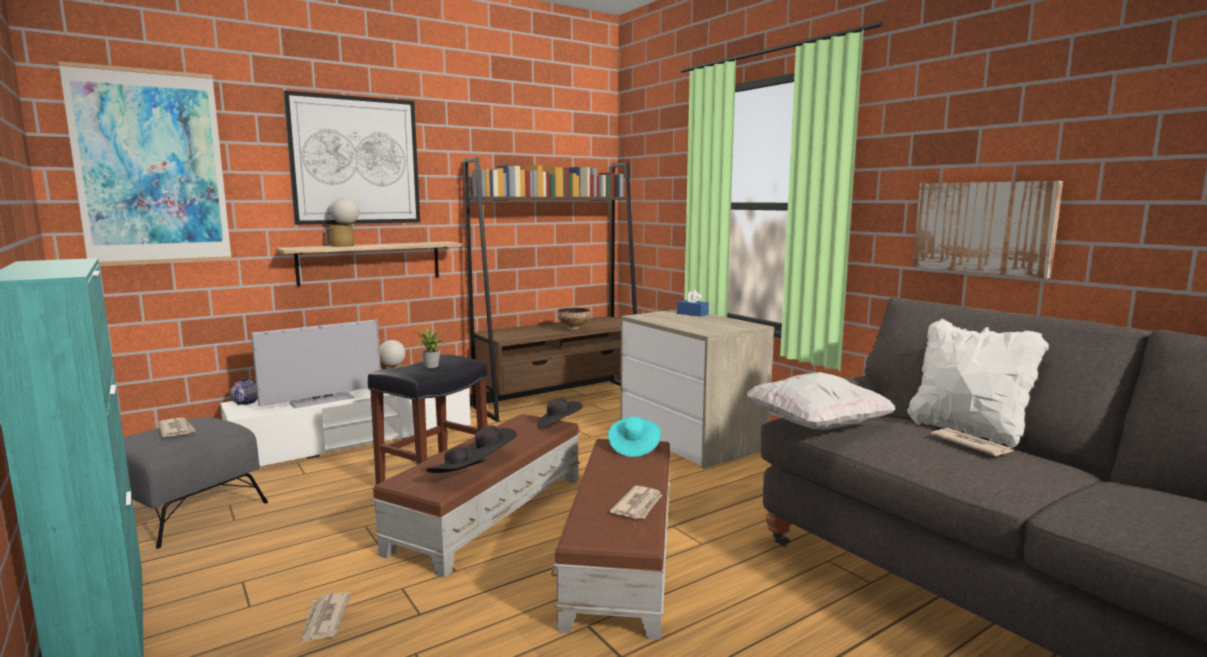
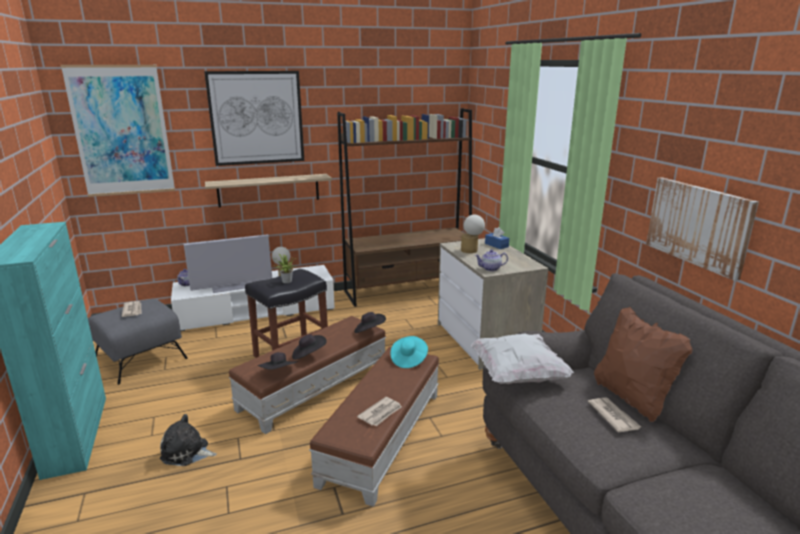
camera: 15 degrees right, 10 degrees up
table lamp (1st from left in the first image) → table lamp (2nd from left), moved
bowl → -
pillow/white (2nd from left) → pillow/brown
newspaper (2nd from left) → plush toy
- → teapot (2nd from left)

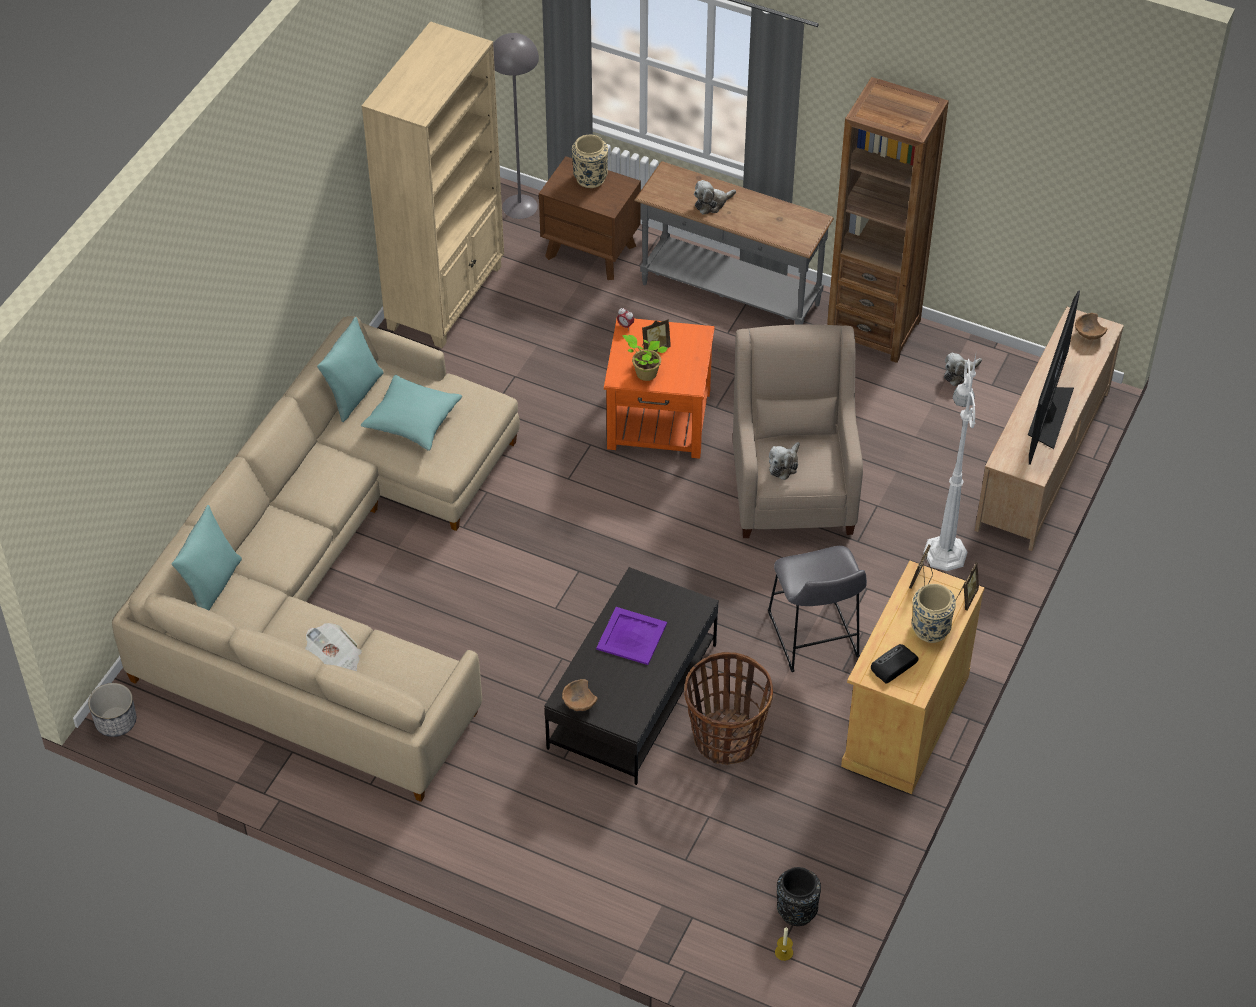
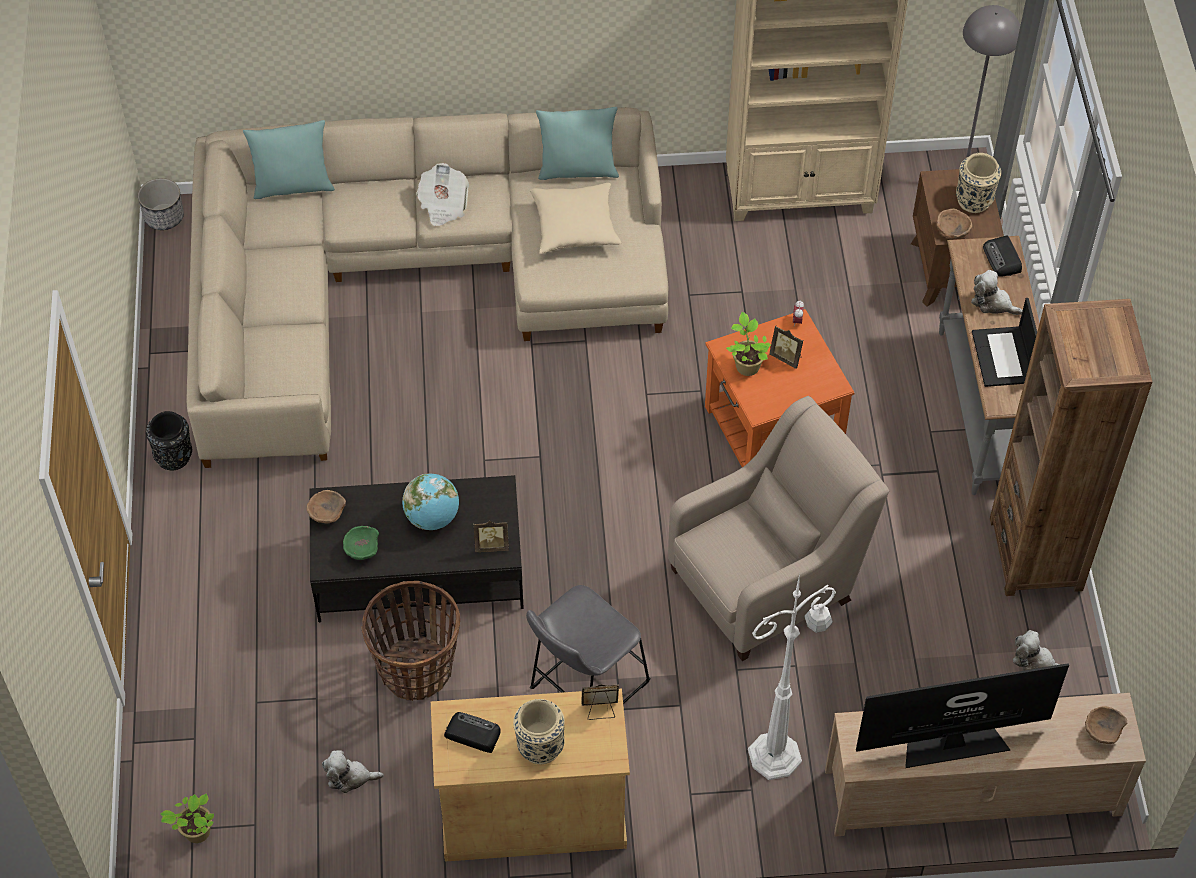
camera: 60 degrees right, 5 degrees up
pillow/turquoise (3rd from left) → pillow/beige
plush toy (2nd from left in the first image) → plush toy (1st from left), moved
picture frame (3rd from left in the first image) → picture frame (1st from left), moved
tray/purple → globe
newspaper, moved
vase/black, moved
candle → potted plant (1st from left)
- → bowl/brown (2nd from left)
- → radio (2nd from left)
- → laptop
- → bowl/green

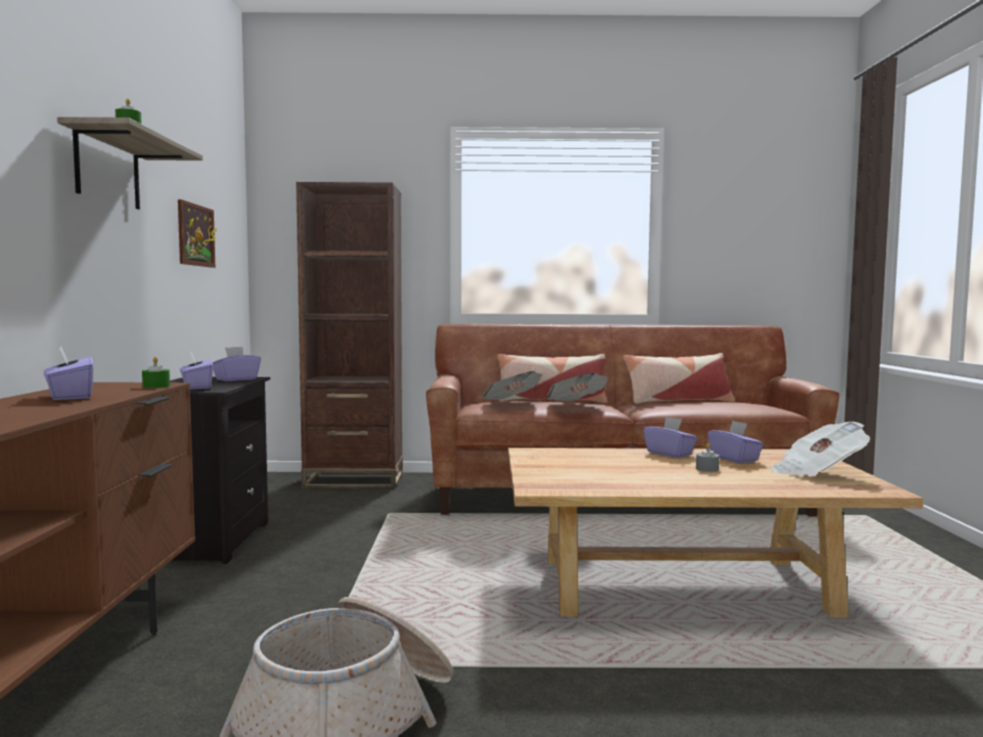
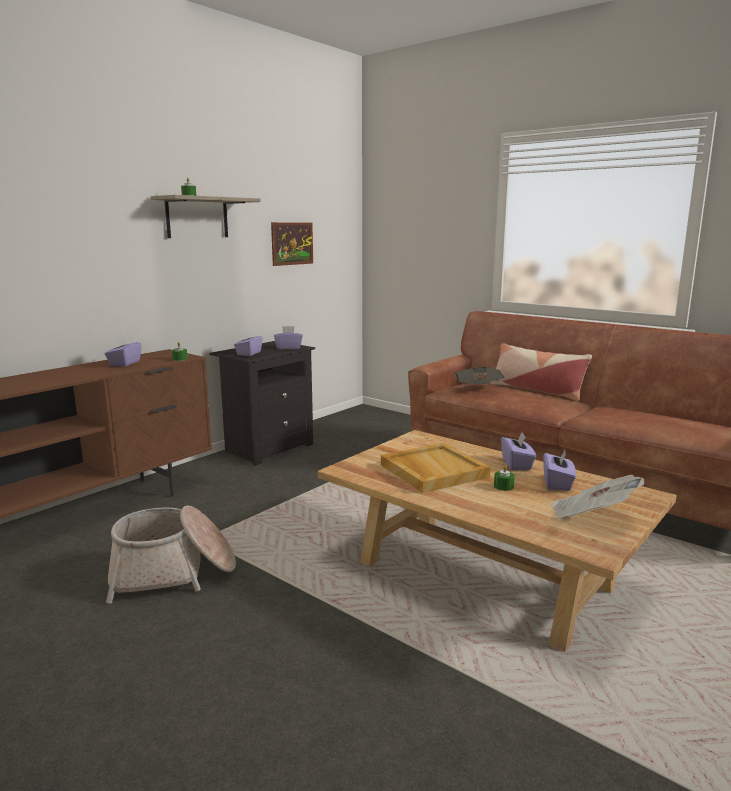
camera: 40 degrees right, 10 degrees up
bookcase/brown → -
pillow (2nd from left) → -
newspaper (2nd from left) → -
candle/grey → candle/green (3rd from left)
- → tray/beige

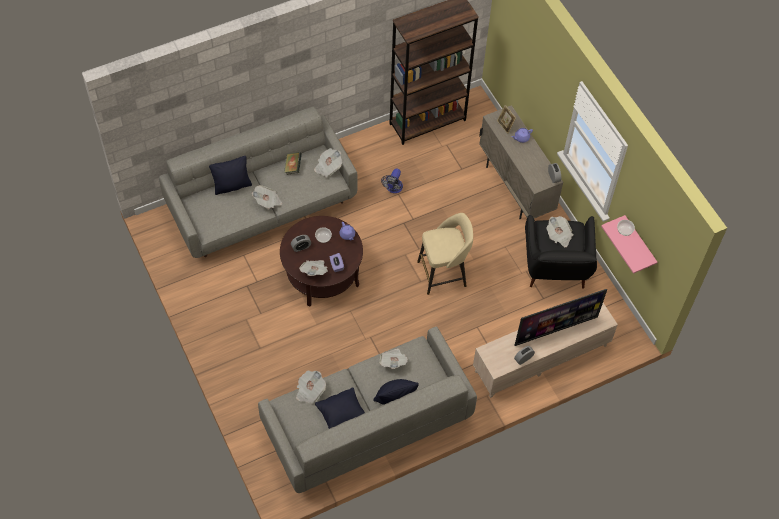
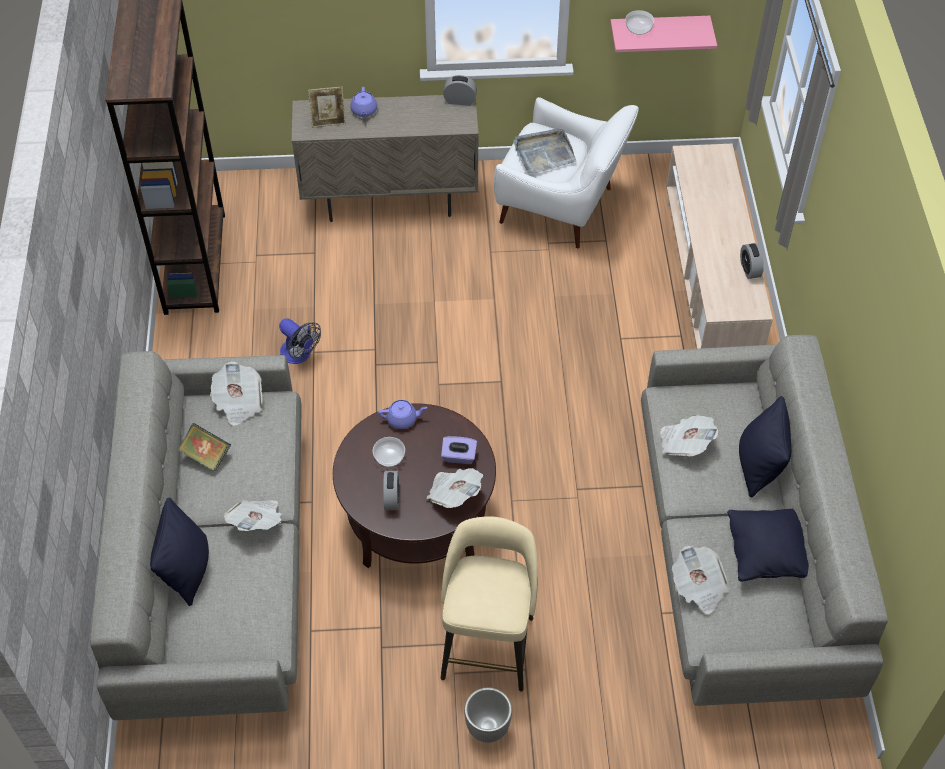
camera: 65 degrees left, 5 degrees down
stool/beige, moved
armchair/black → armchair/white
newspaper (6th from left) → tray/grey
television → -
- → planter

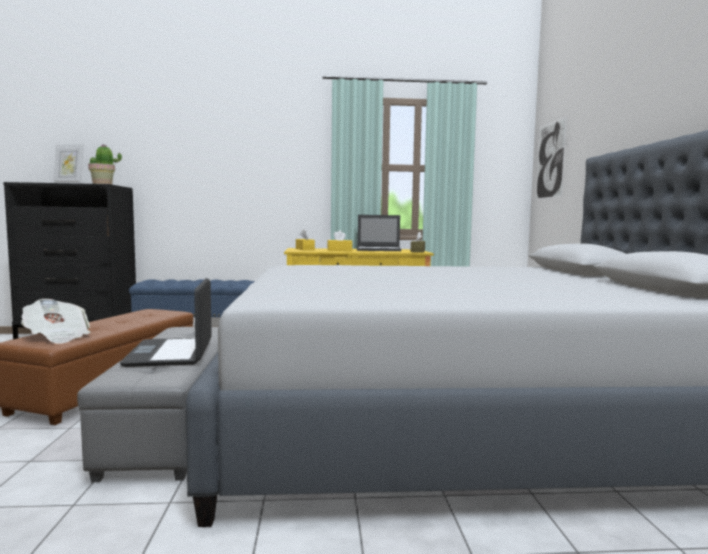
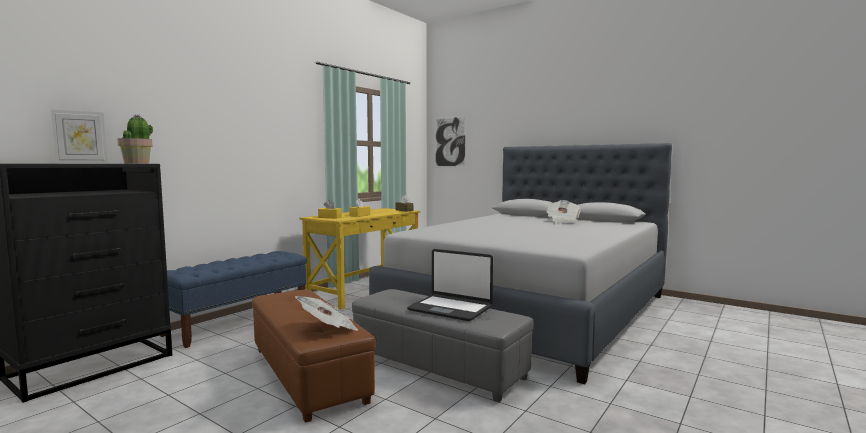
camera: 50 degrees left, 0 degrees up
laptop (2nd from left) → -
- → newspaper (2nd from left)

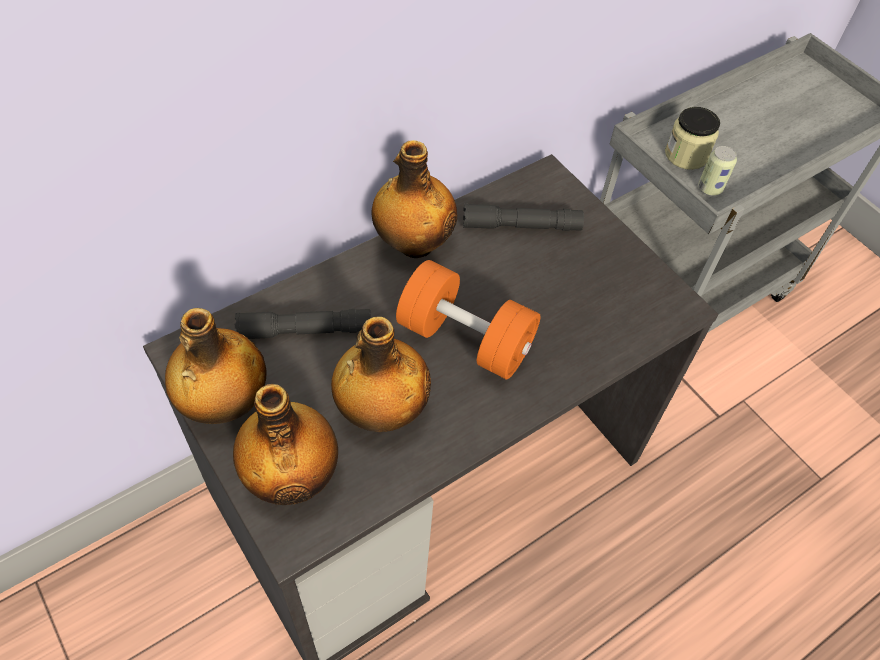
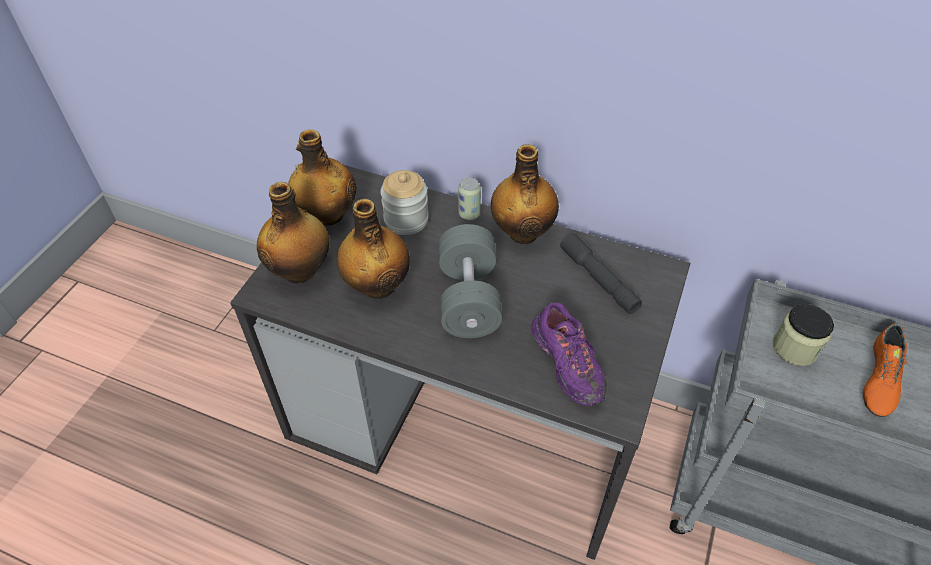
camera: 60 degrees right, 5 degrees down
can, moved
dumbbell/orange → dumbbell/grey
flashlight/grey (1st from left) → jar (1st from left)
- → shoe/purple
- → shoe/orange

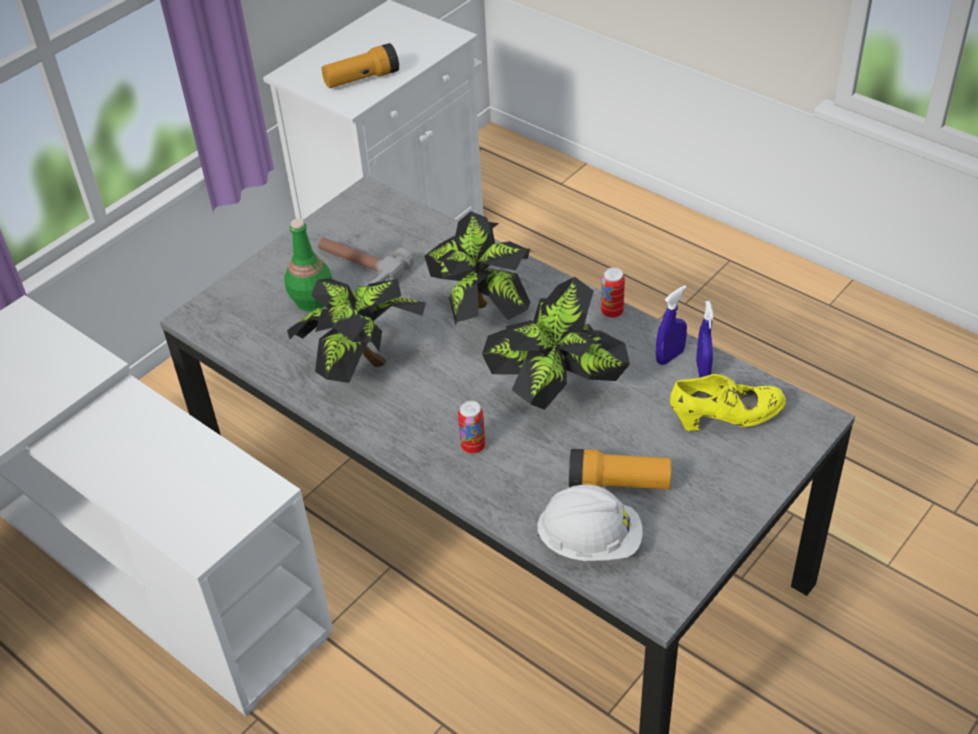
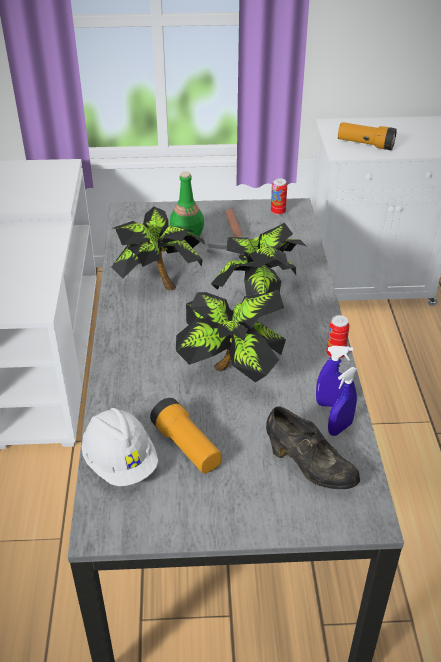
camera: 45 degrees right, 5 degrees down
shoe/yellow → shoe/black
can (1st from left), moved

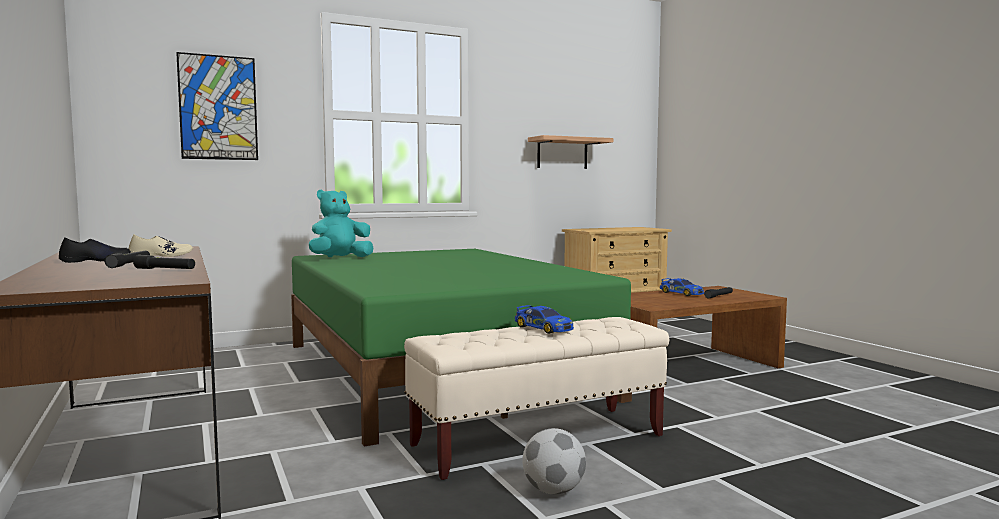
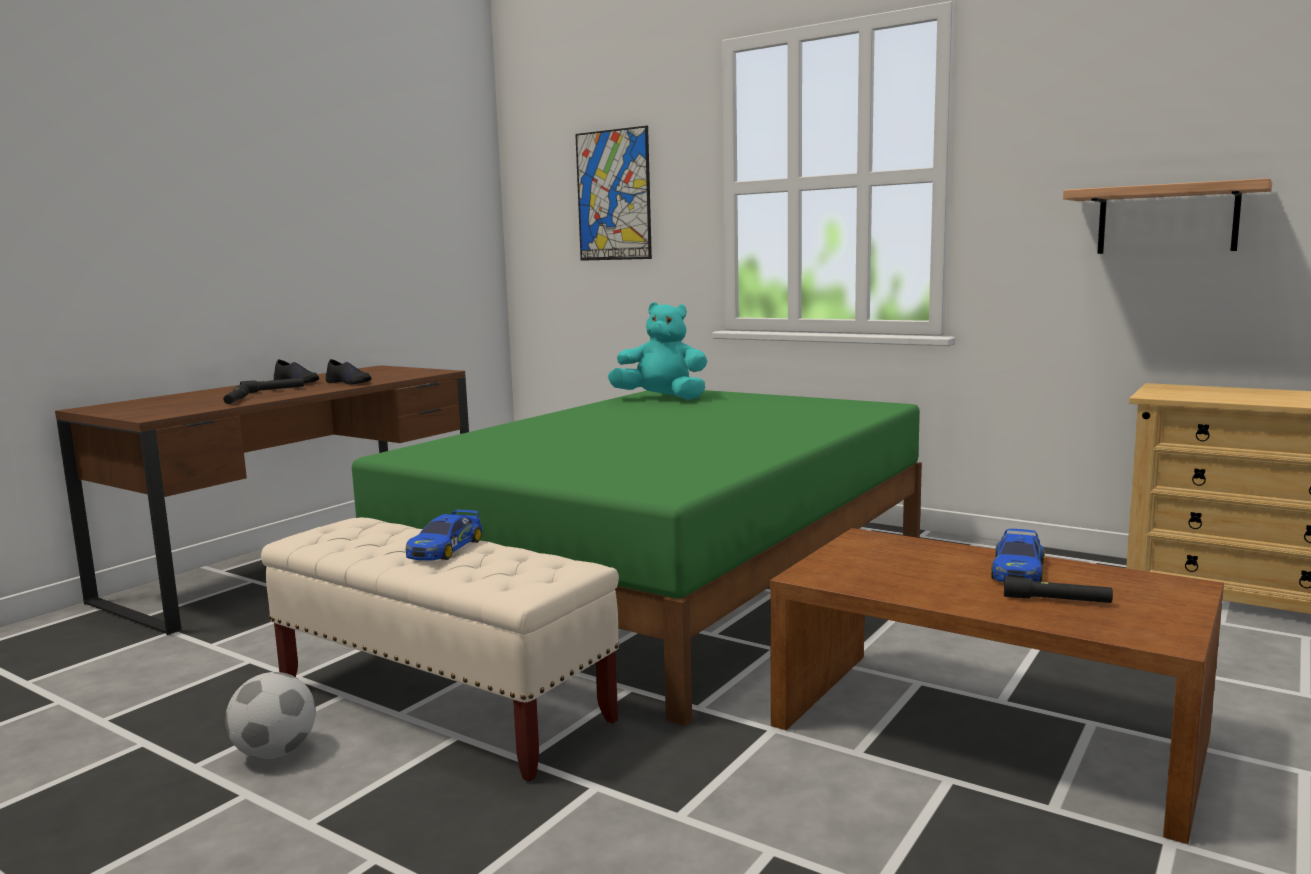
camera: 60 degrees right, 5 degrees up
shoe/beige → shoe/black (2nd from left)

